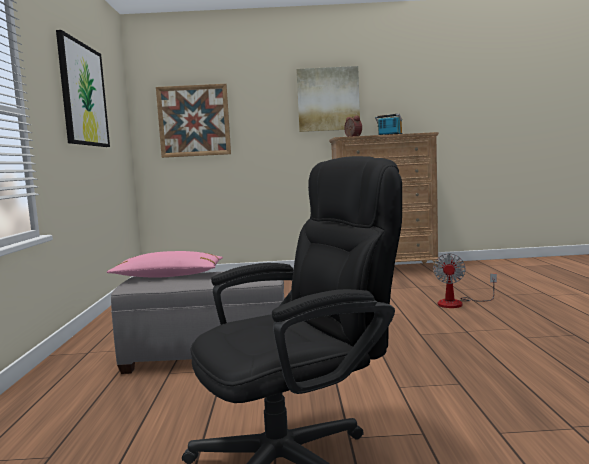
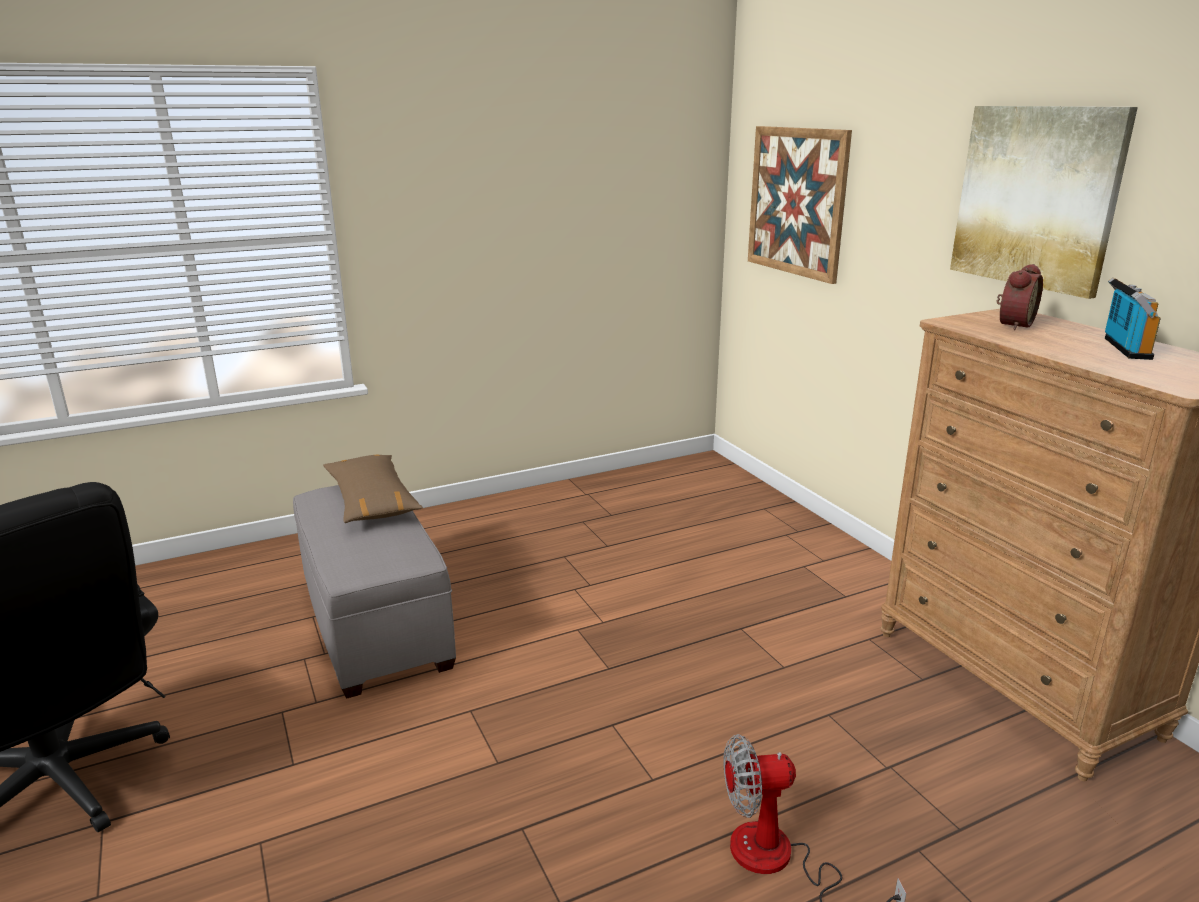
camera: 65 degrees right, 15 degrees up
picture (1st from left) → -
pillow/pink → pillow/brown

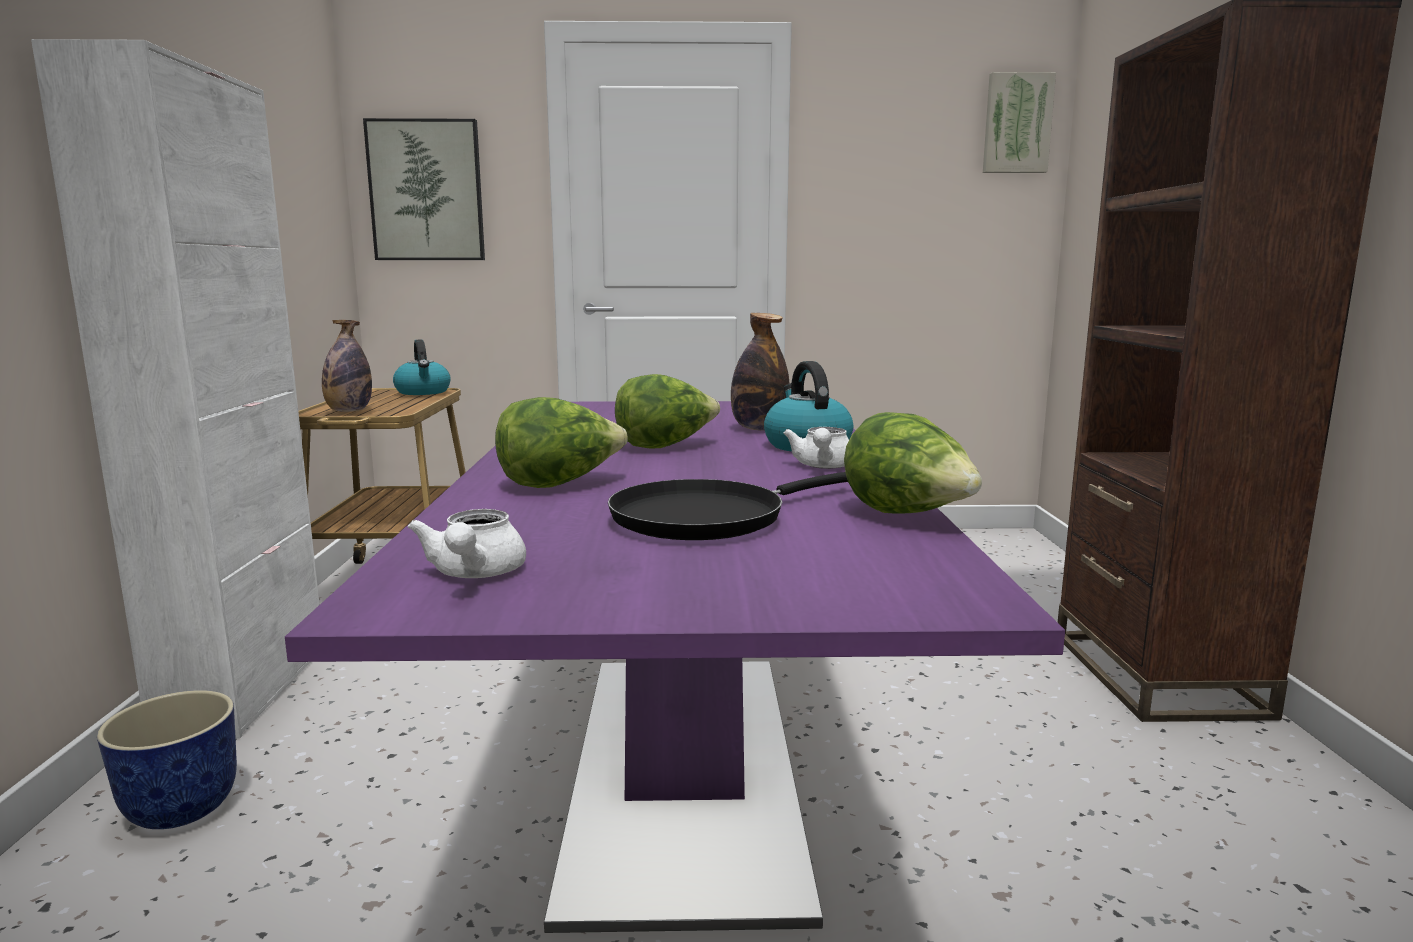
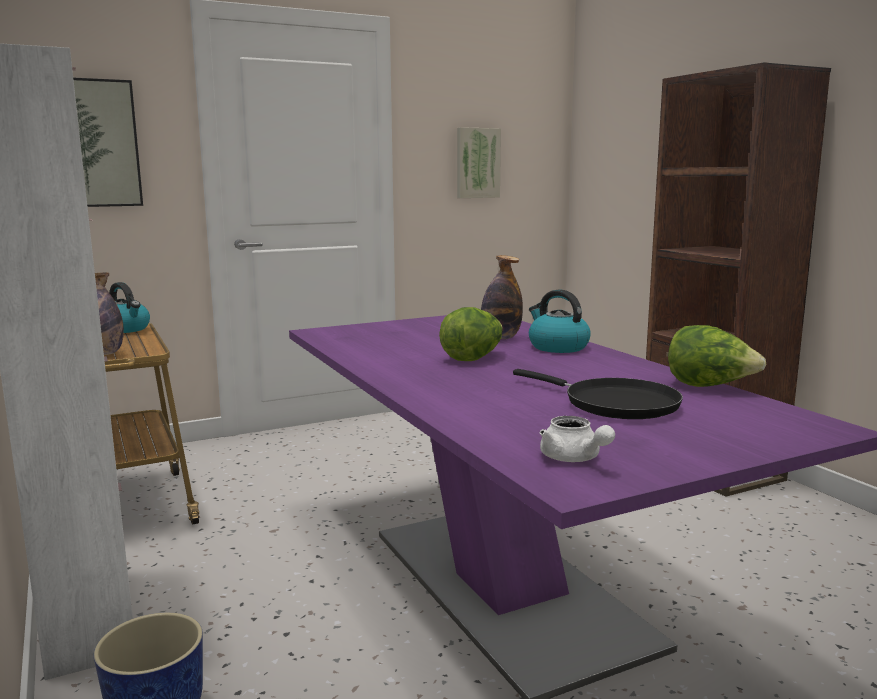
camera: 25 degrees left, 0 degrees up
picture (2nd from left), moved
lettuce (1st from left) → -
teapot/white (2nd from left) → -
frying pan/black, 75 degrees counterclockwise

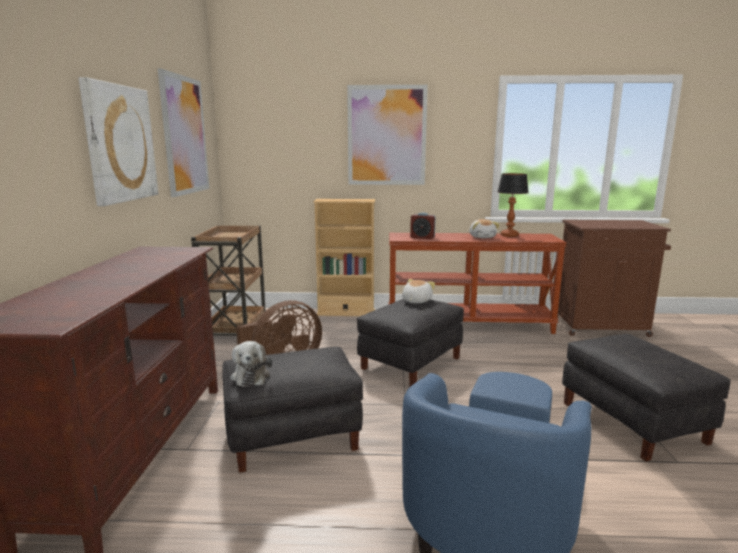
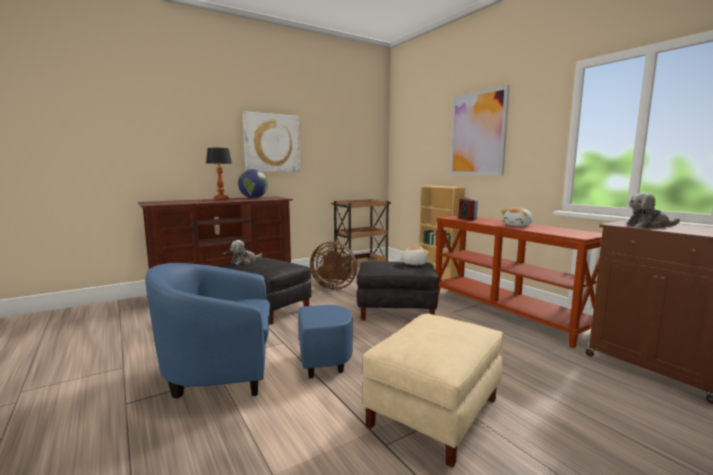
camera: 55 degrees right, 5 degrees down
picture (2nd from left) → -
table lamp, moved
ottoman/black (3rd from left) → ottoman/beige
- → globe
- → plush toy (4th from left)

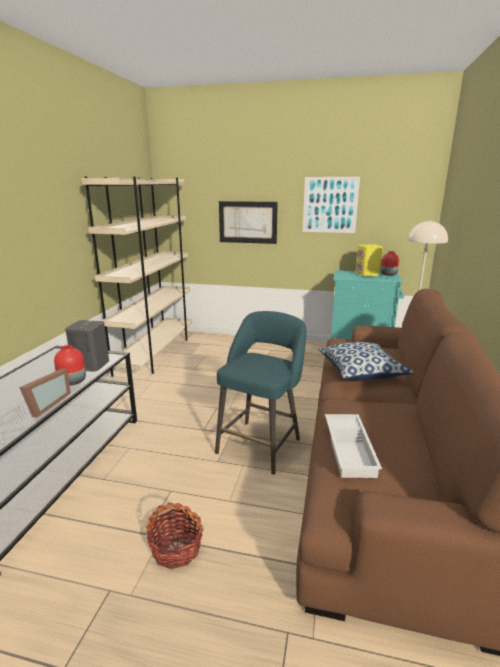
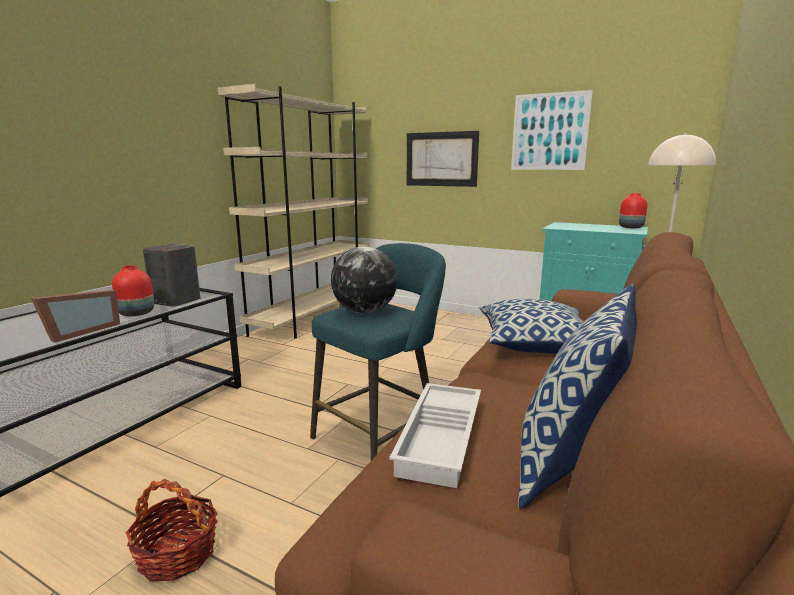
camera: 15 degrees right, 5 degrees down
speaker/yellow → -
- → globe
- → pillow (2nd from left)

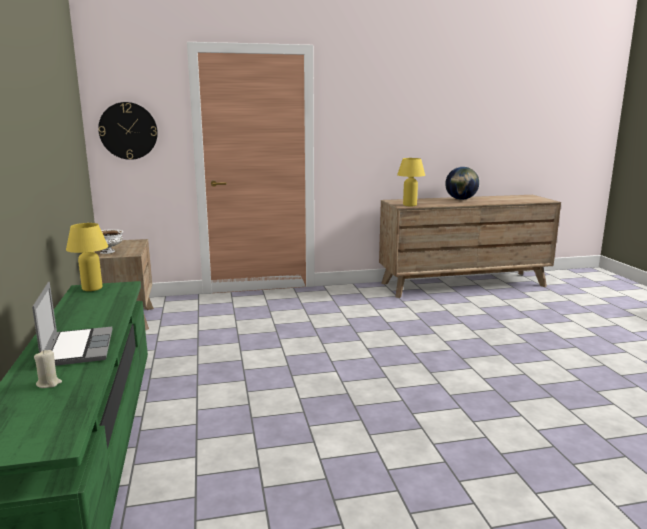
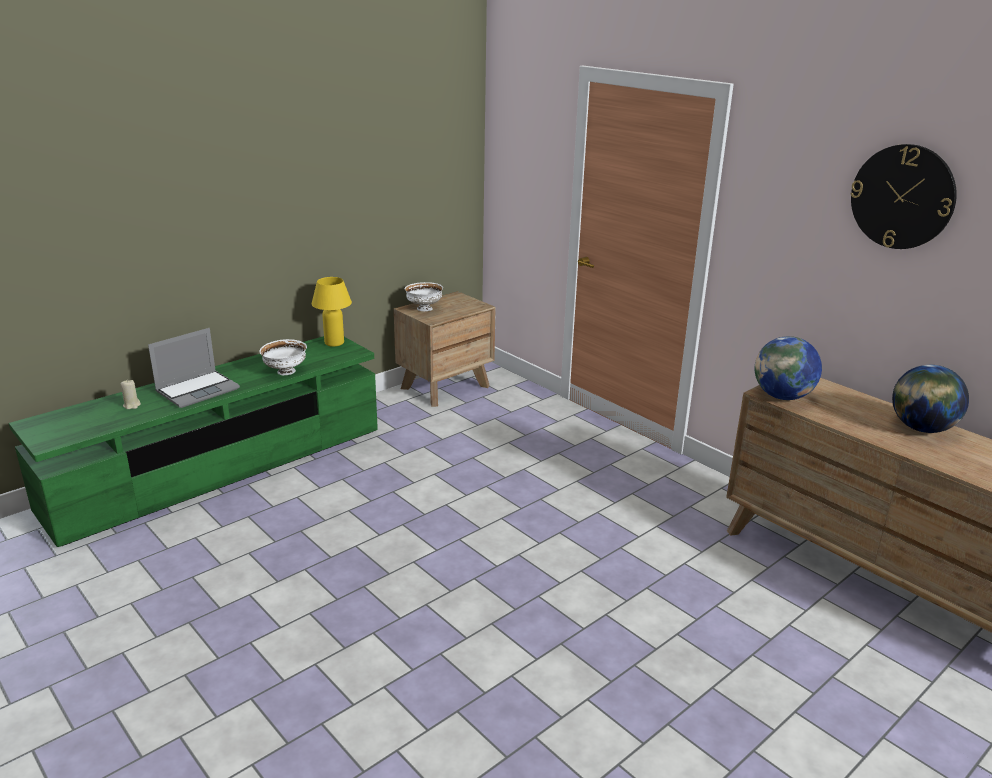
camera: 60 degrees right, 10 degrees up
wall clock, moved
table lamp/yellow (2nd from left) → globe (1st from left)
- → bowl/white (1st from left)

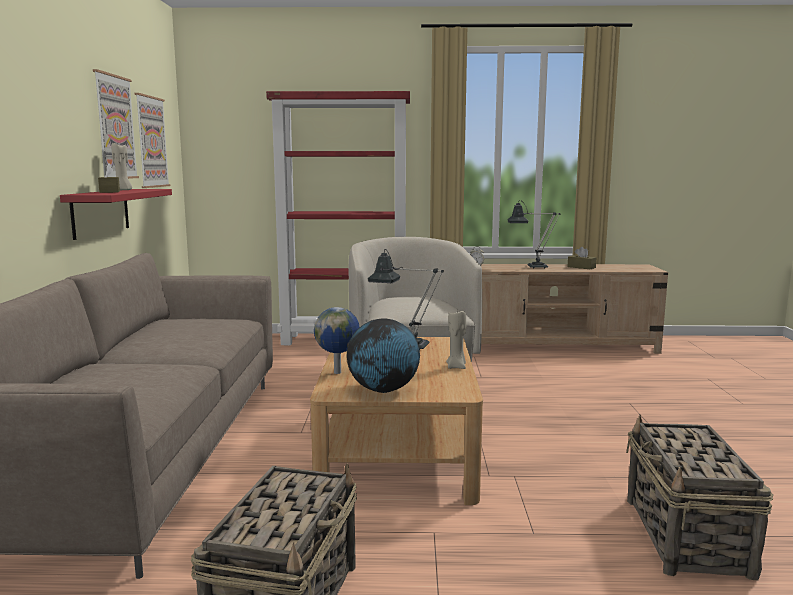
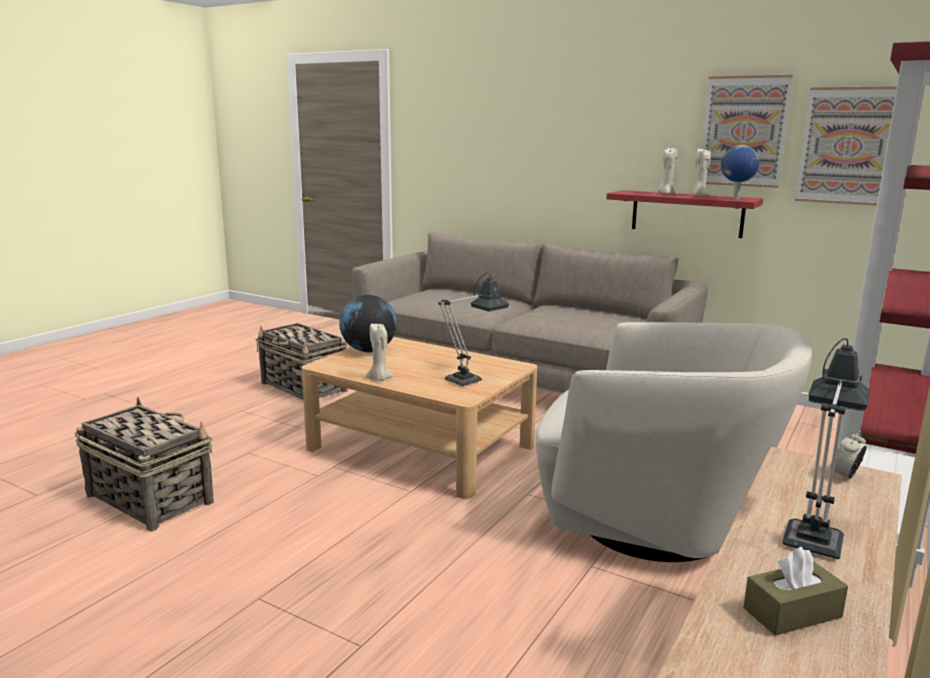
camera: 120 degrees right, 5 degrees up
tissue box/brown (1st from left) → candle/beige (2nd from left)
globe (1st from left in the first image) → globe (2nd from left), moved

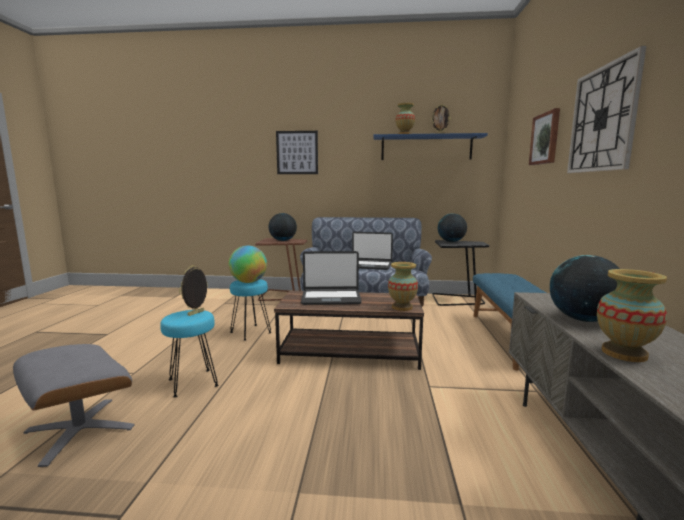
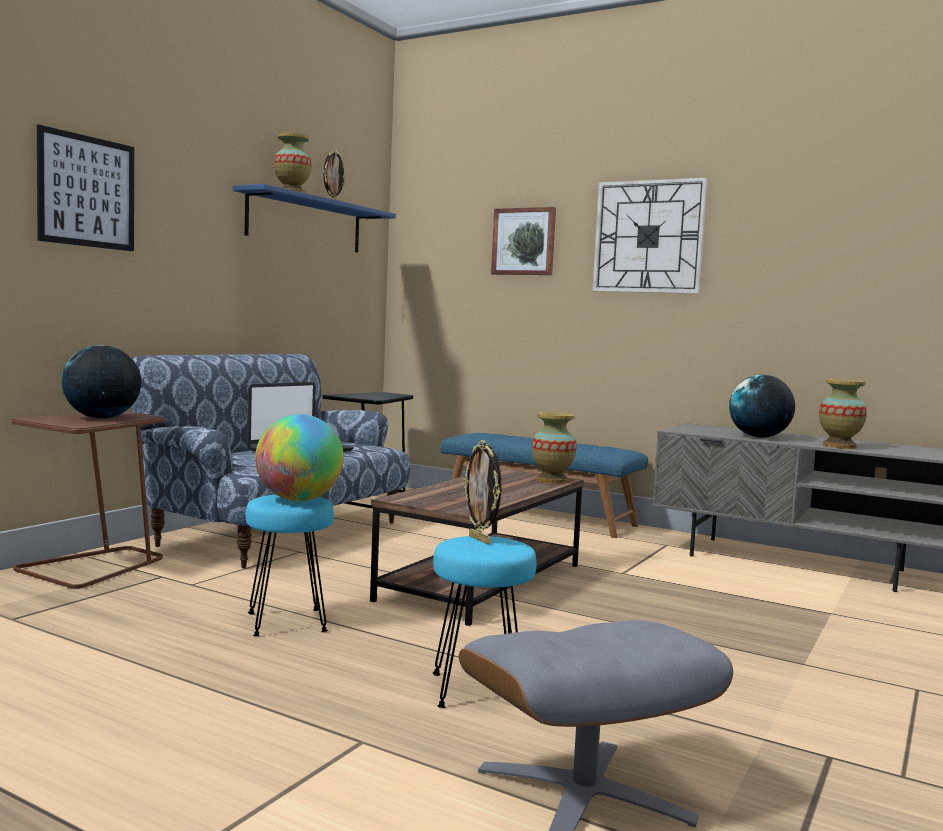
camera: 65 degrees left, 5 degrees down
globe (3rd from left) → -
laptop (1st from left) → -

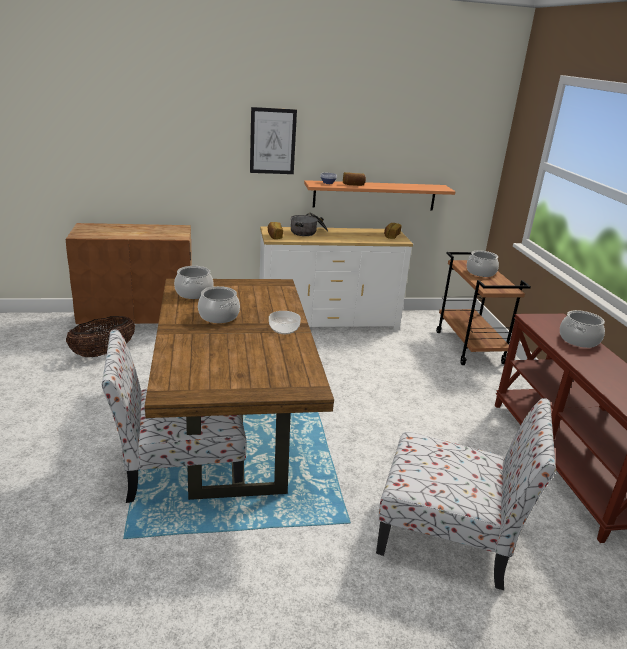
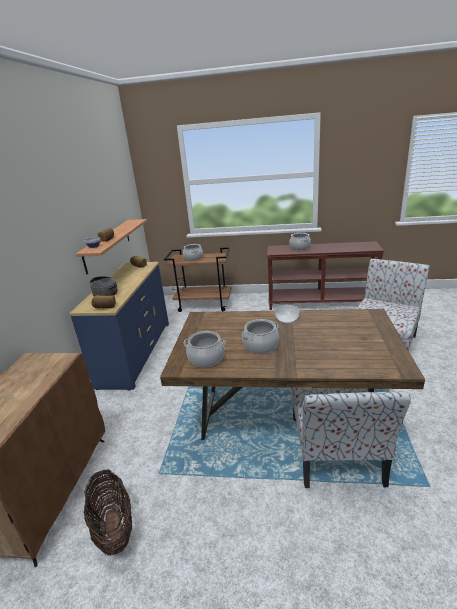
camera: 70 degrees left, 0 degrees up
picture → -
dresser/white → dresser/blue

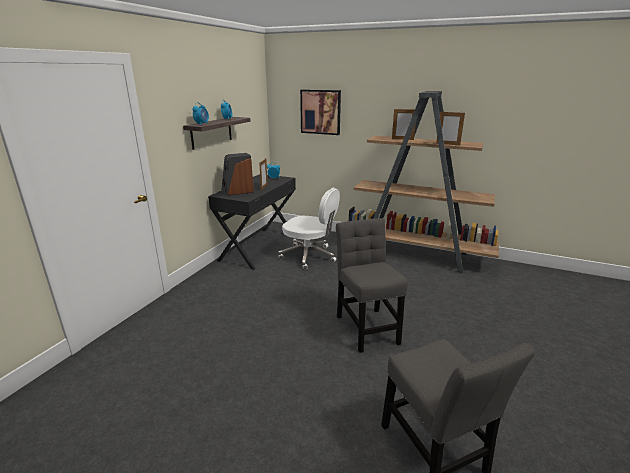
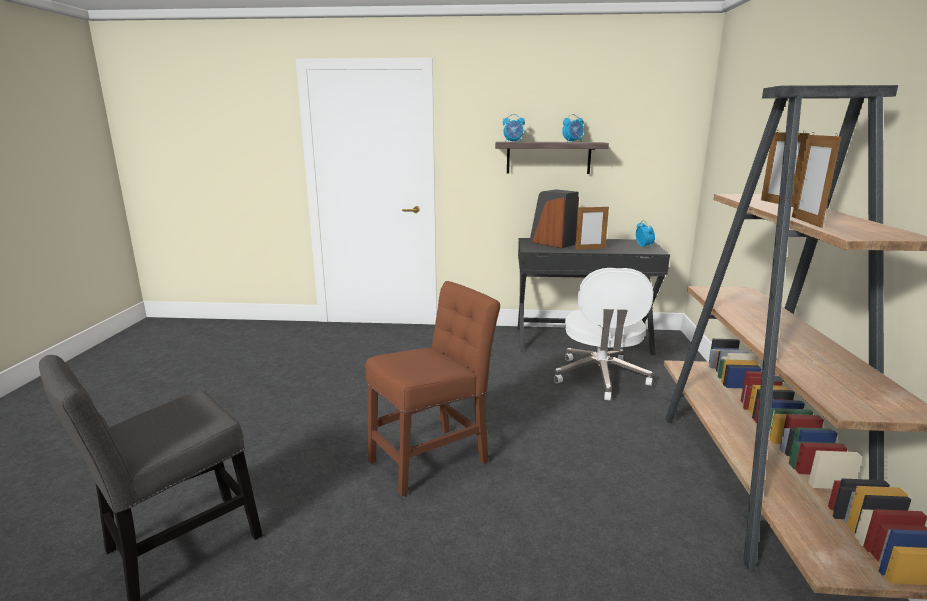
camera: 70 degrees right, 5 degrees down
picture → -
chair/grey (1st from left) → chair/brown

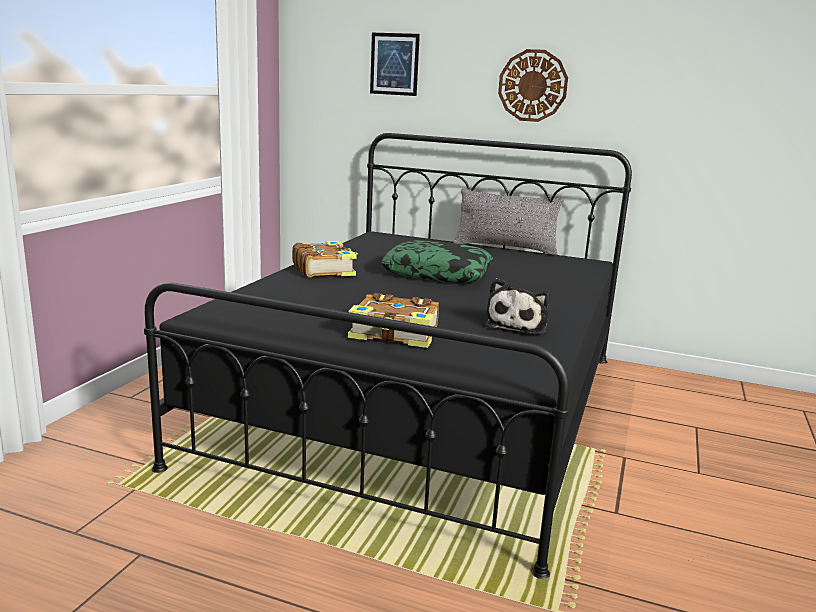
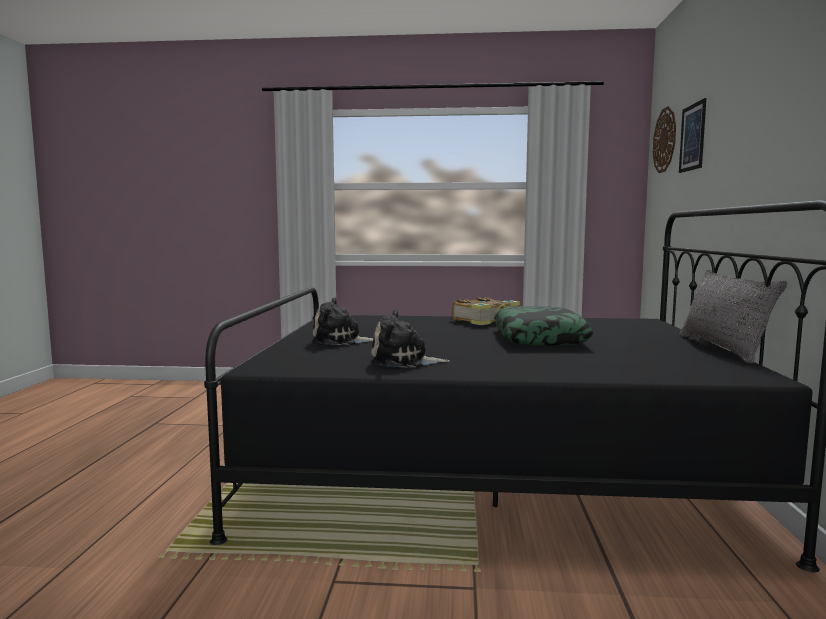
camera: 75 degrees right, 10 degrees down
wall clock, moved
book (2nd from left) → plush toy (1st from left)

